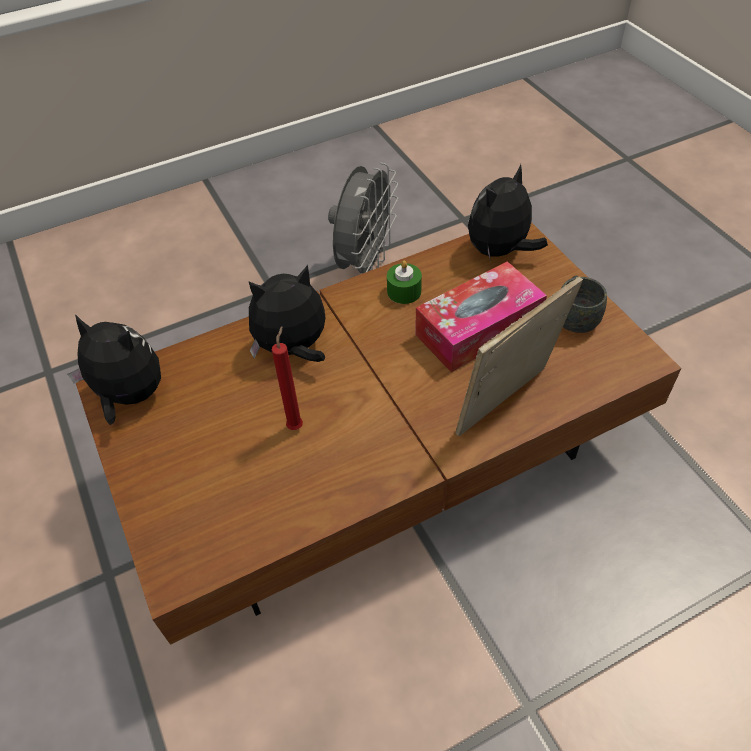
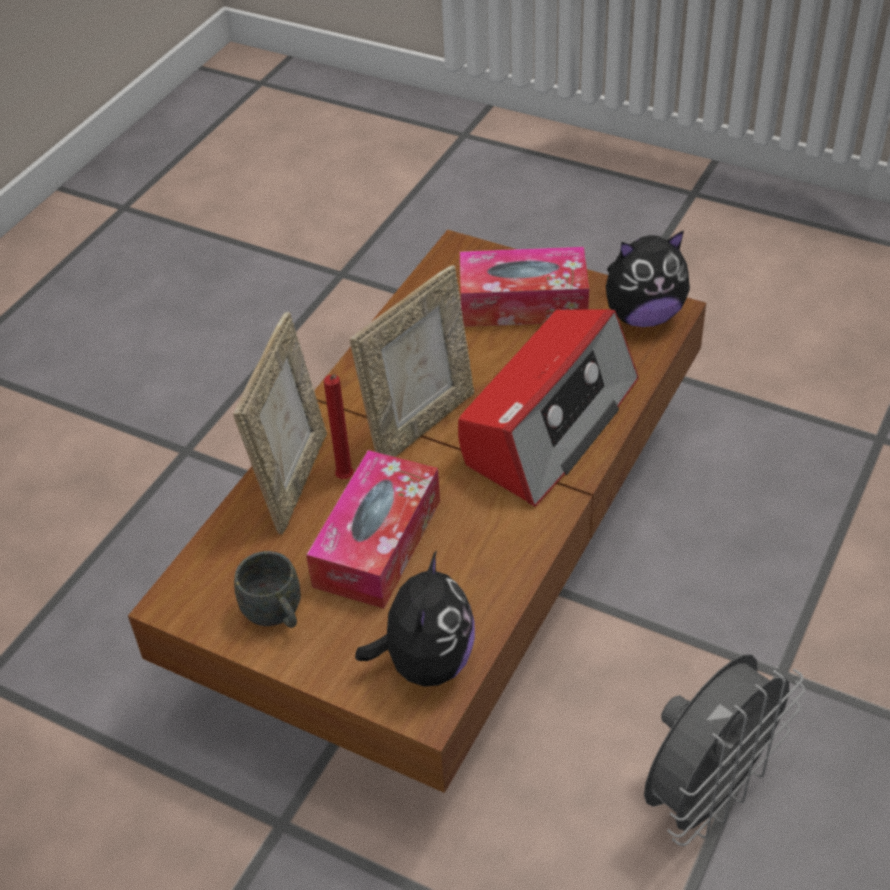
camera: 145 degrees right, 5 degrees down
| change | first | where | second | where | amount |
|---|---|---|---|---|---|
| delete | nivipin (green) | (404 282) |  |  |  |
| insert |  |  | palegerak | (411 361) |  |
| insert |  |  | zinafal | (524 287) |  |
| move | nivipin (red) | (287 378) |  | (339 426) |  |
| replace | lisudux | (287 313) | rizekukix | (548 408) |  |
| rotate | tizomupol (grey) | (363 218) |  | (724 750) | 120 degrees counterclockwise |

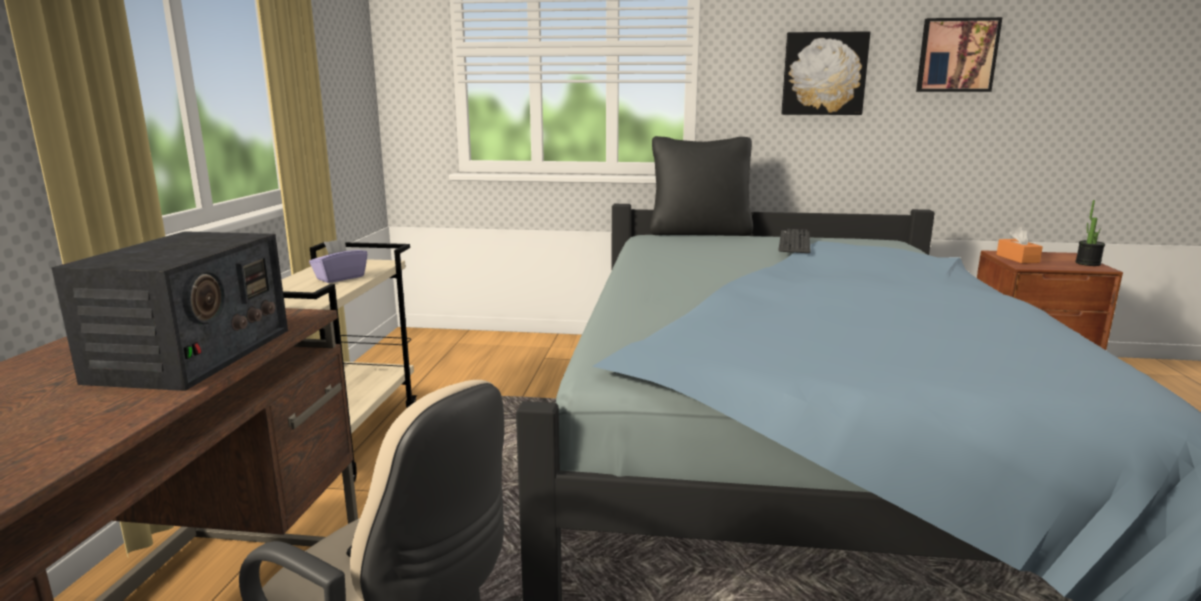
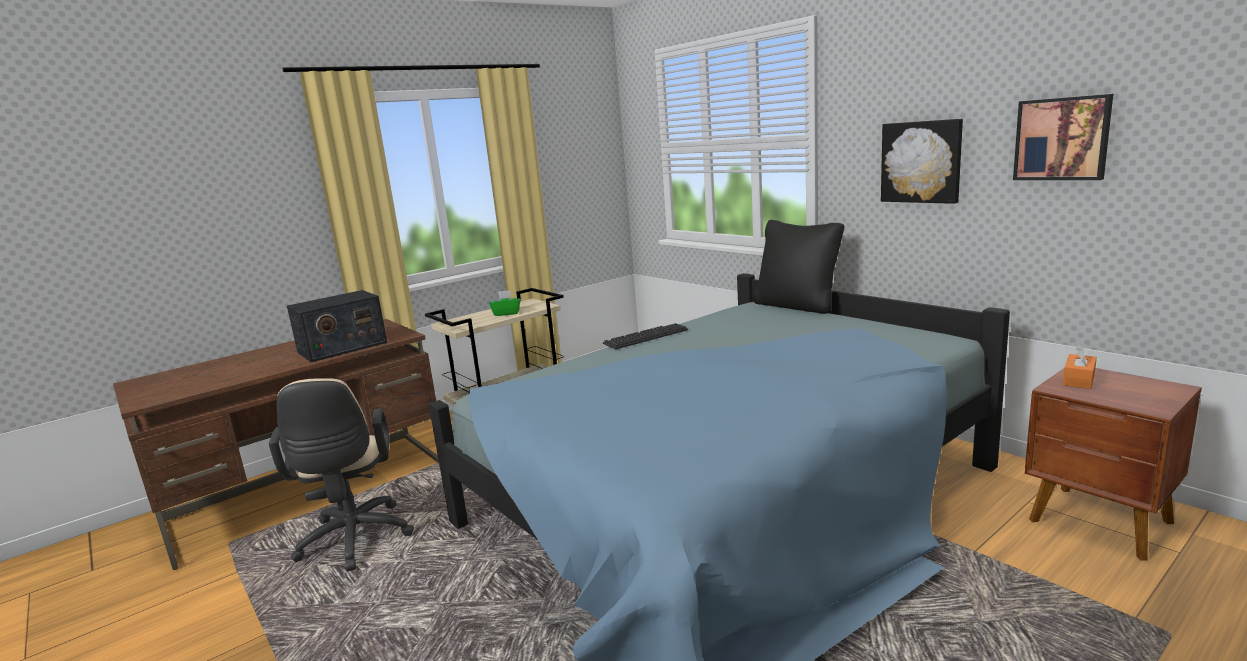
camera: 45 degrees right, 0 degrees up
| change | first | where | second | where | amount |
|---|---|---|---|---|---|
| delete | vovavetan | (1090 233) |  |  |  |
| move | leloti | (794 241) |  | (645 336) |  |
| recolor | zinafal (purple) | (338 261) | zinafal (green) | (505 303) |  |

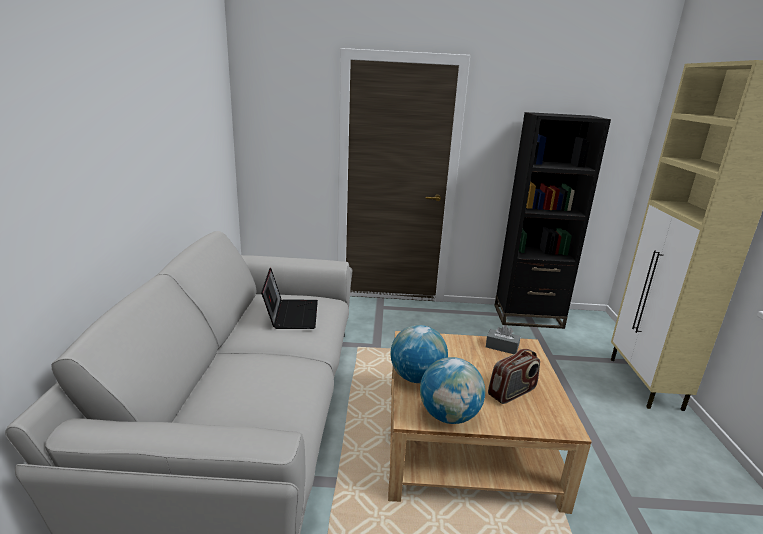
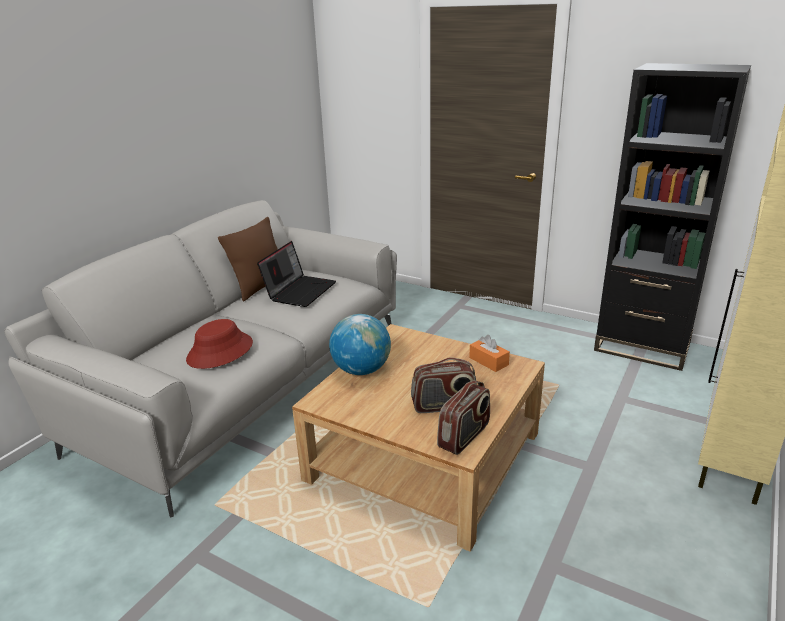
camera: 30 degrees right, 5 degrees up
| change | first | where | second | where | amount |
|---|---|---|---|---|---|
| delete | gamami | (452 390) |  |  |  |
| insert |  |  | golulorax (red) | (219 344) |  |
| insert |  |  | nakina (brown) | (248 259) |  |
| insert |  |  | rizekukix | (463 417) |  |
| recolor | zinafal (grey) | (503 339) | zinafal (orange) | (489 353) |  |

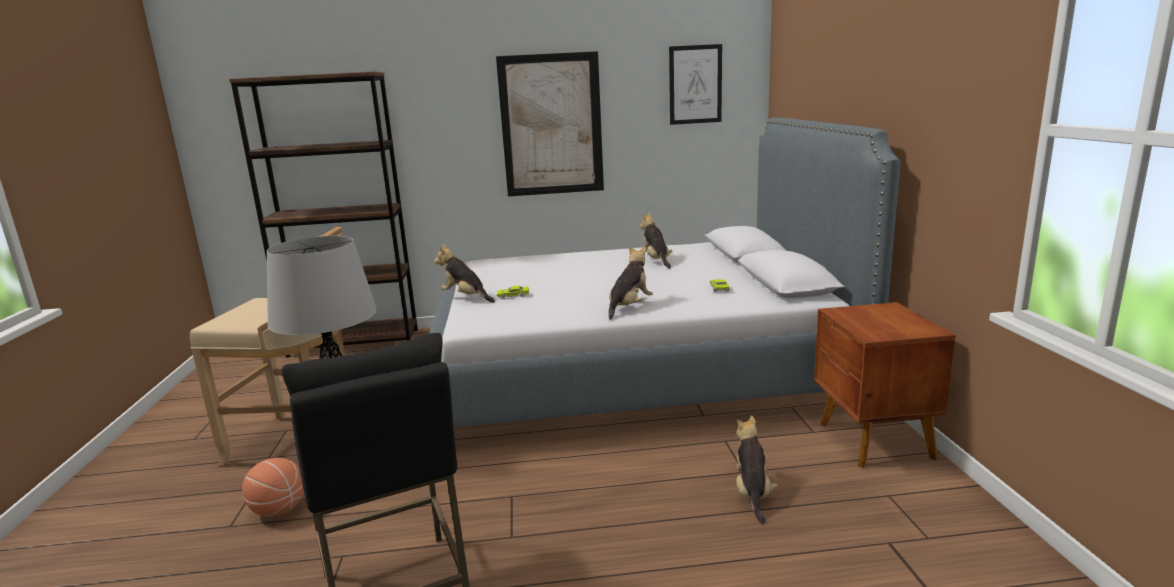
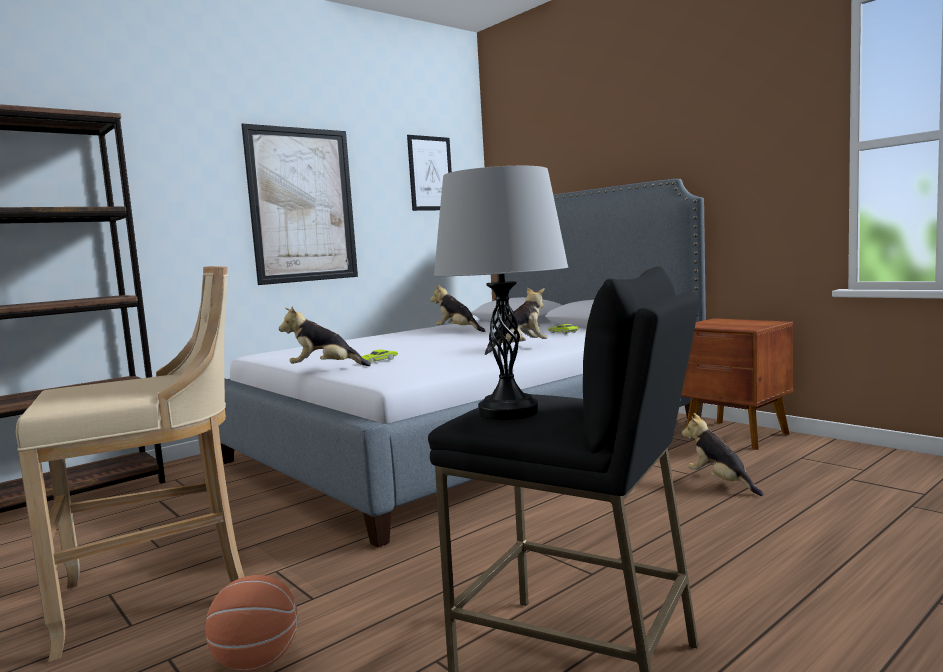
camera: 35 degrees left, 10 degrees down
| change | first | where | second | where | amount |
|---|---|---|---|---|---|
| rotate | lisudux | (631 283) |  | (516 321) | 60 degrees clockwise |

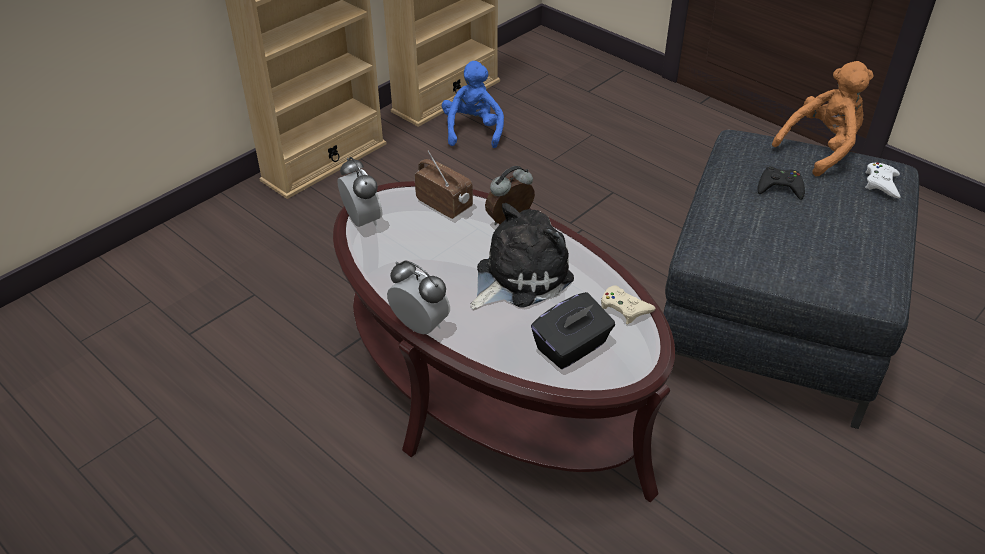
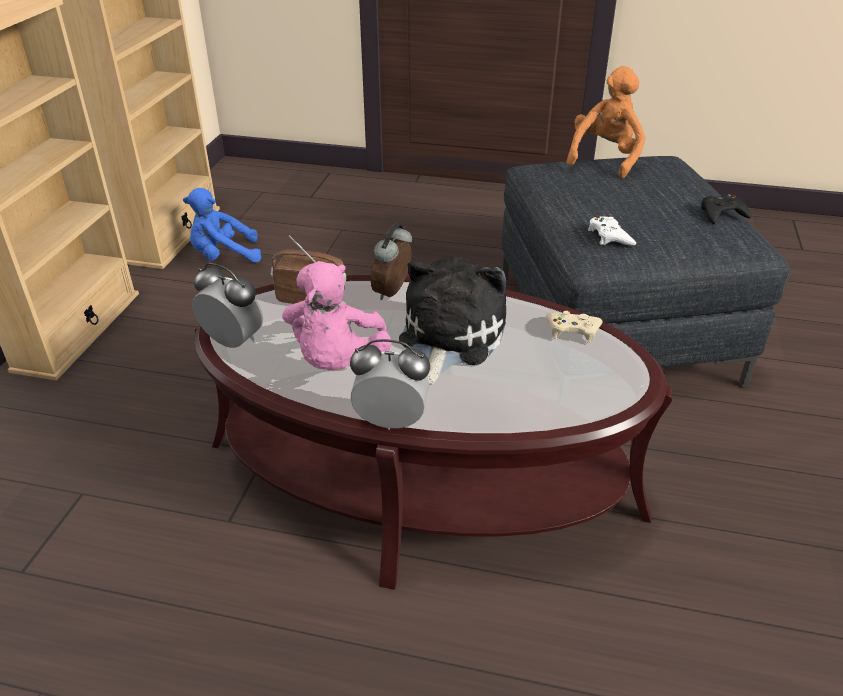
camera: 30 degrees left, 5 degrees down
| change | first | where | second | where | amount |
|---|---|---|---|---|---|
| delete | zinafal (black) | (573 330) |  |  |  |
| insert |  |  | lisudux (pink) | (337 315) |  |
| move | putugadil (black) | (781 183) |  | (726 209) |  |
| move | putugadil (white) | (882 180) |  | (612 230) |  |
| rotate | lisudux (blue) | (473 104) |  | (222 225) | 75 degrees counterclockwise |

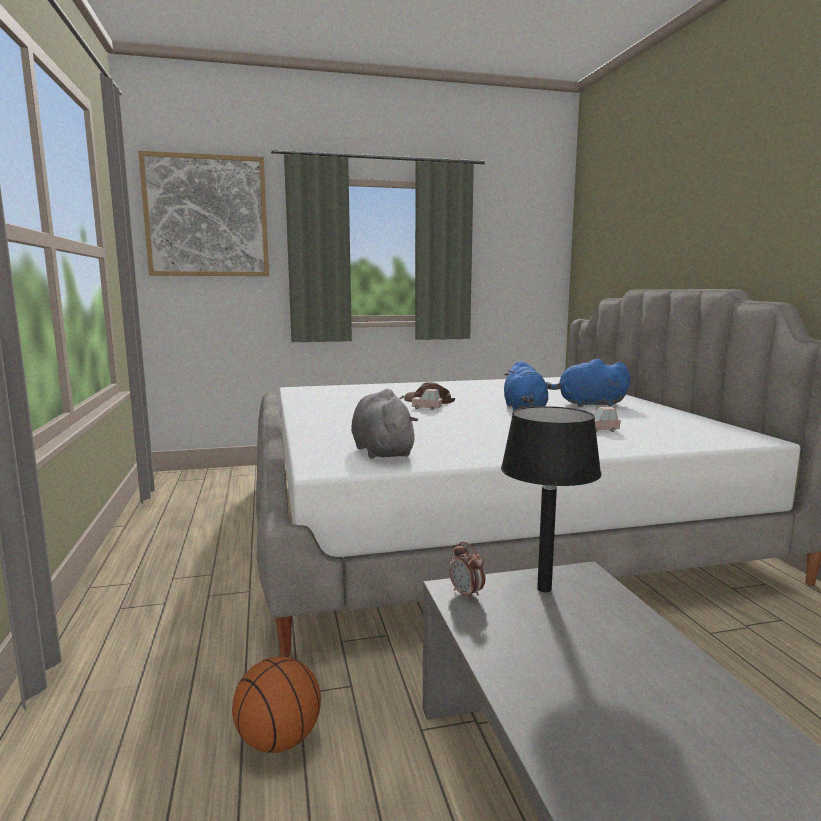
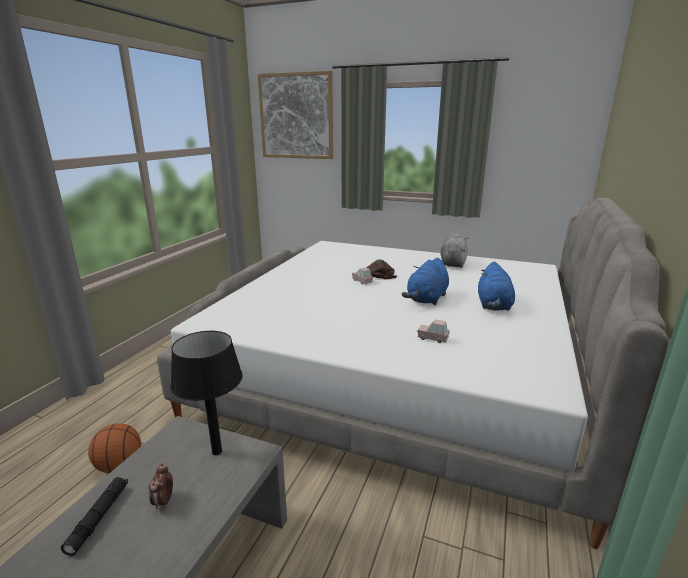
camera: 35 degrees right, 10 degrees up
| change | first | where | second | where | amount |
|---|---|---|---|---|---|
| insert |  |  | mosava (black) | (94 516) |  |
| move | lisudux (grey) | (384 424) |  | (454 250) |  |
| move | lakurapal | (467 571) |  | (161 486) |  |
| rotate | lisudux (blue) | (587 383) |  | (496 286) | 120 degrees counterclockwise |

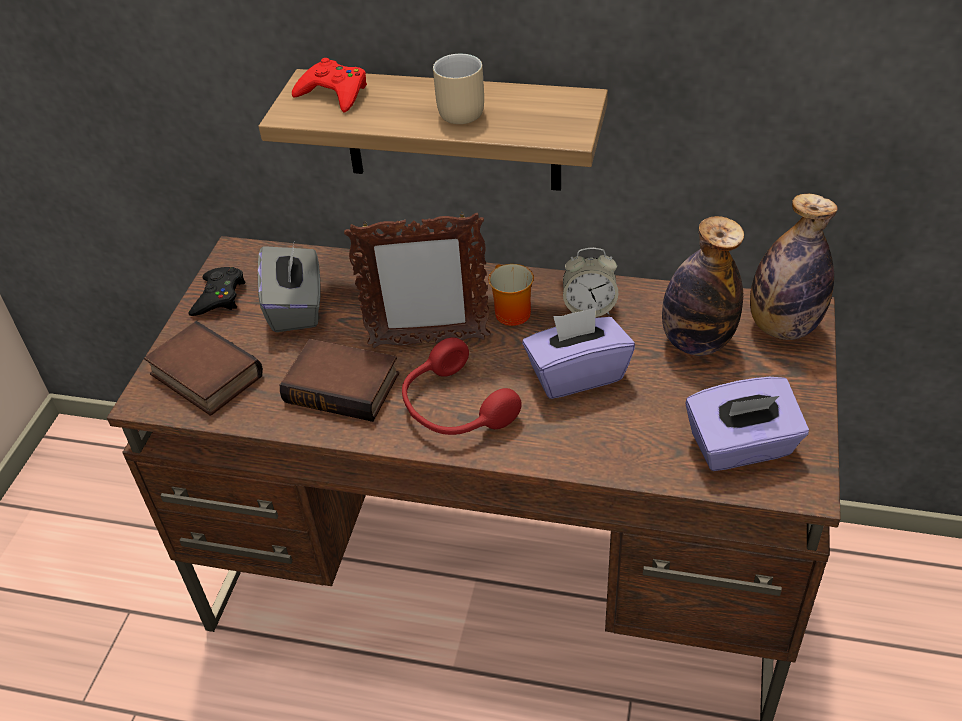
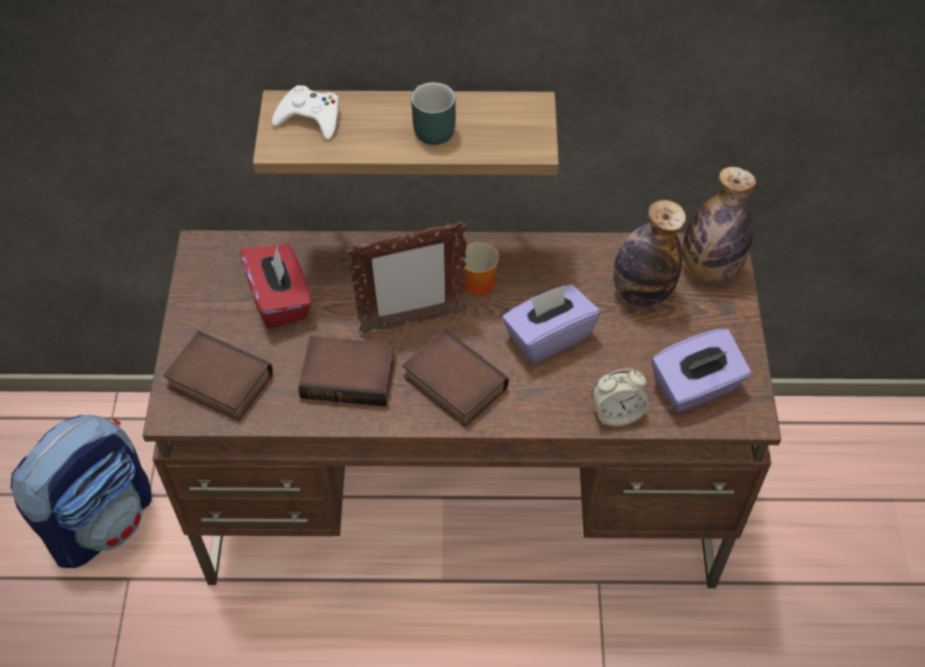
camera: 15 degrees left, 10 degrees up
| change | first | where | second | where | amount |
|---|---|---|---|---|---|
| delete | putugadil (black) | (217 291) |  |  |  |
| insert |  |  | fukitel | (81 491) |  |
| move | lakurapal | (590 282) |  | (620 397) |  |
| replace | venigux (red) | (462 386) | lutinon | (456 378) |  |
| recolor | zinafal (grey) | (289 286) | zinafal (red) | (276 286) |  |
| recolor | putugadil (red) | (329 85) | putugadil (white) | (305 112) |  |
| recolor | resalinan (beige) | (458 89) | resalinan (turquoise) | (433 113) |  |

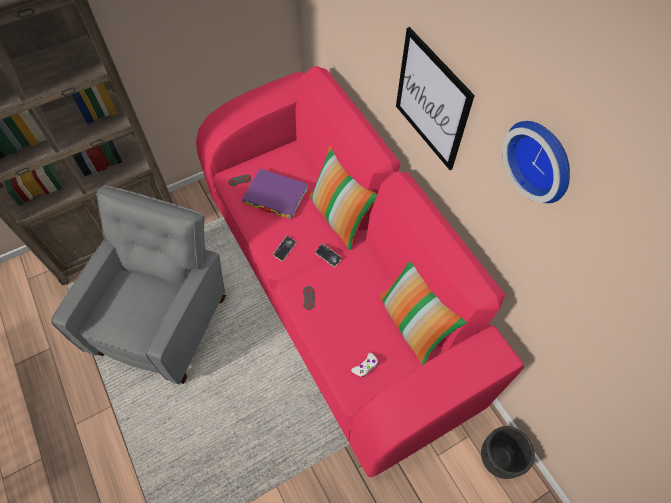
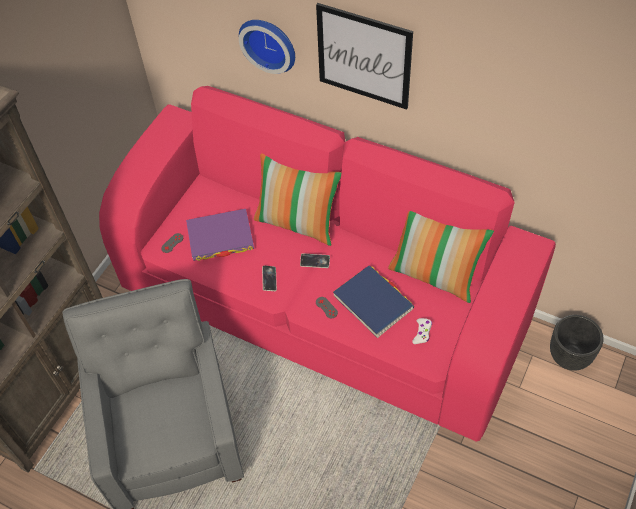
camera: 30 degrees left, 5 degrees down
| change | first | where | second | where | amount |
|---|---|---|---|---|---|
| insert |  |  | lutinon (blue) | (373 301) |  |
| move | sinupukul | (536 162) |  | (267 47) |  |

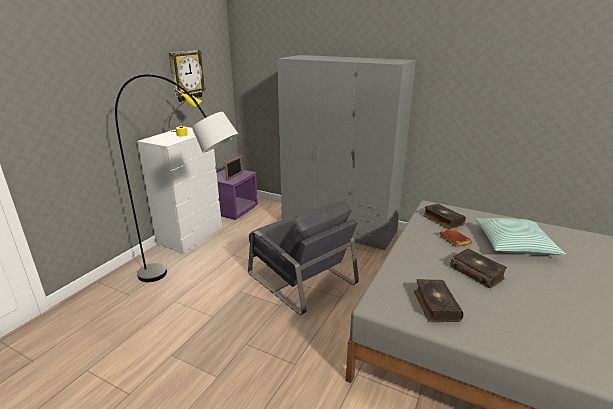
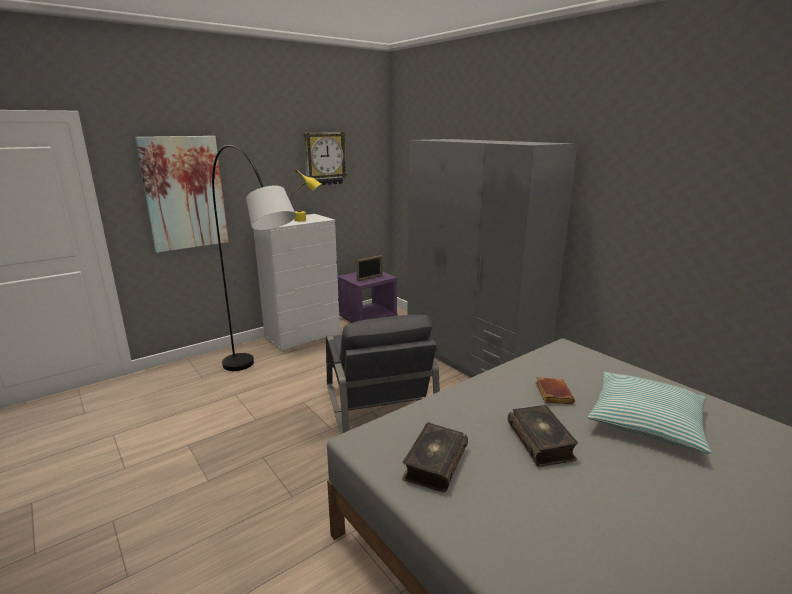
camera: 25 degrees right, 5 degrees down
| change | first | where | second | where | amount |
|---|---|---|---|---|---|
| delete | lutinon | (444 216) |  |  |  |
| insert |  |  | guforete | (181 194) |  |

